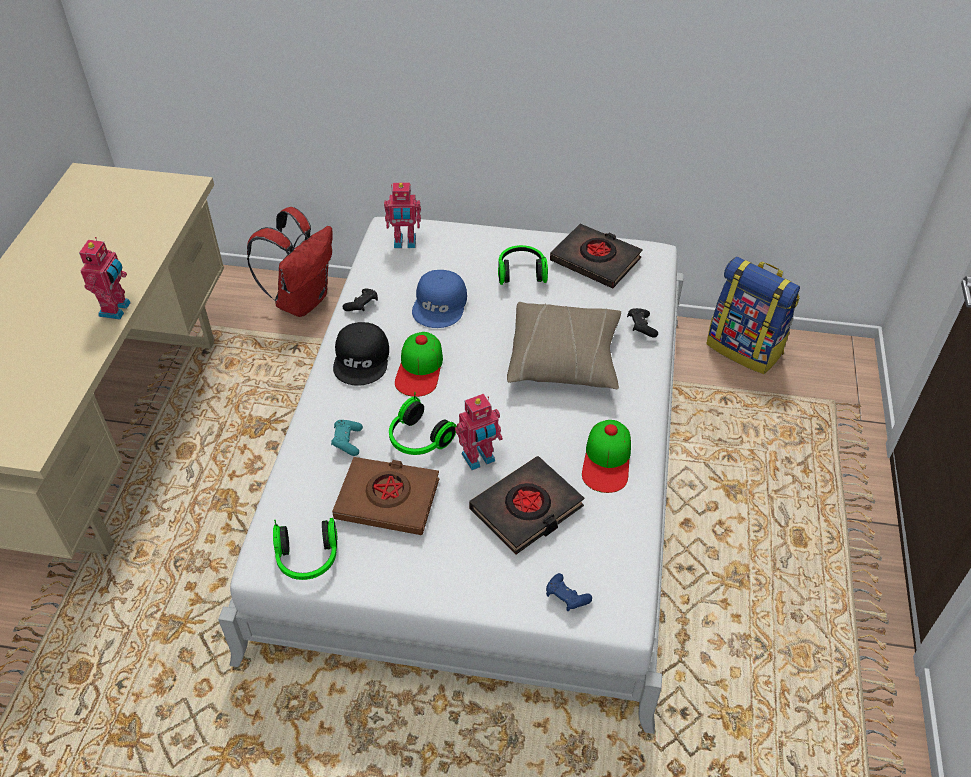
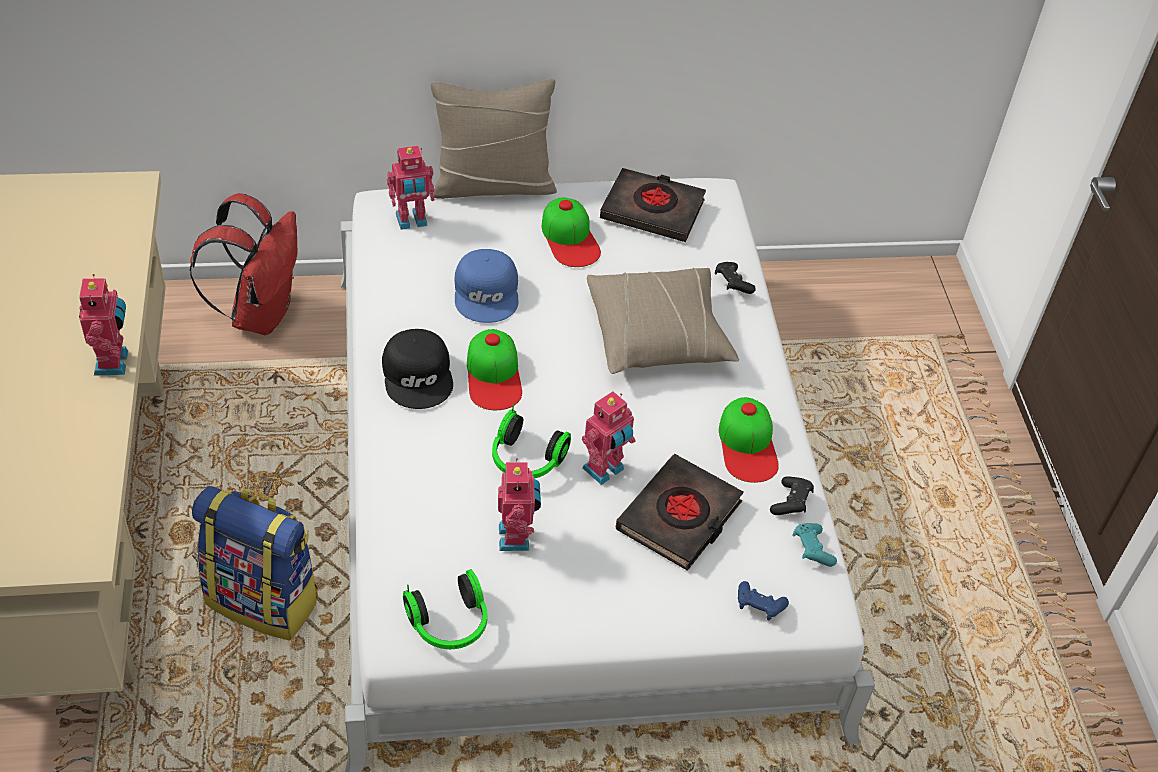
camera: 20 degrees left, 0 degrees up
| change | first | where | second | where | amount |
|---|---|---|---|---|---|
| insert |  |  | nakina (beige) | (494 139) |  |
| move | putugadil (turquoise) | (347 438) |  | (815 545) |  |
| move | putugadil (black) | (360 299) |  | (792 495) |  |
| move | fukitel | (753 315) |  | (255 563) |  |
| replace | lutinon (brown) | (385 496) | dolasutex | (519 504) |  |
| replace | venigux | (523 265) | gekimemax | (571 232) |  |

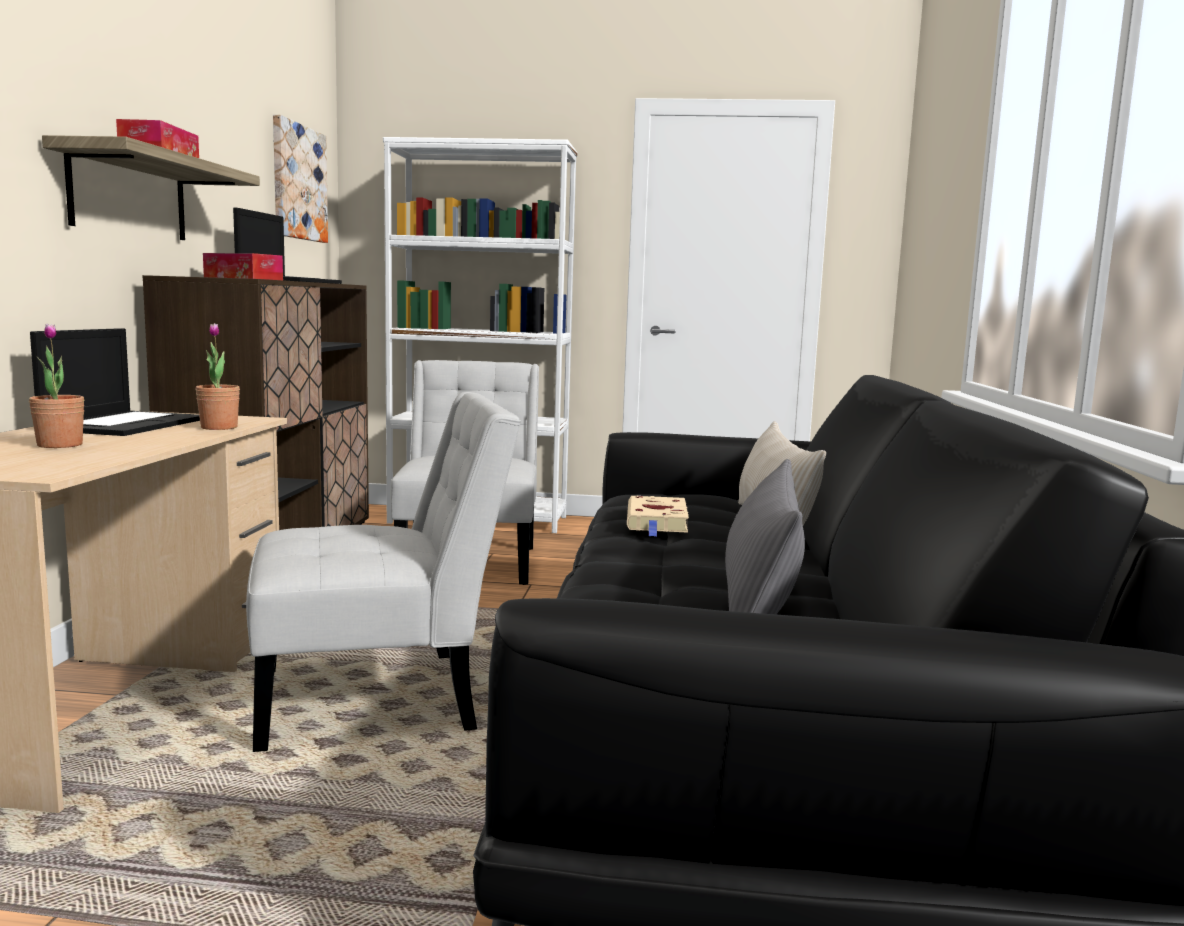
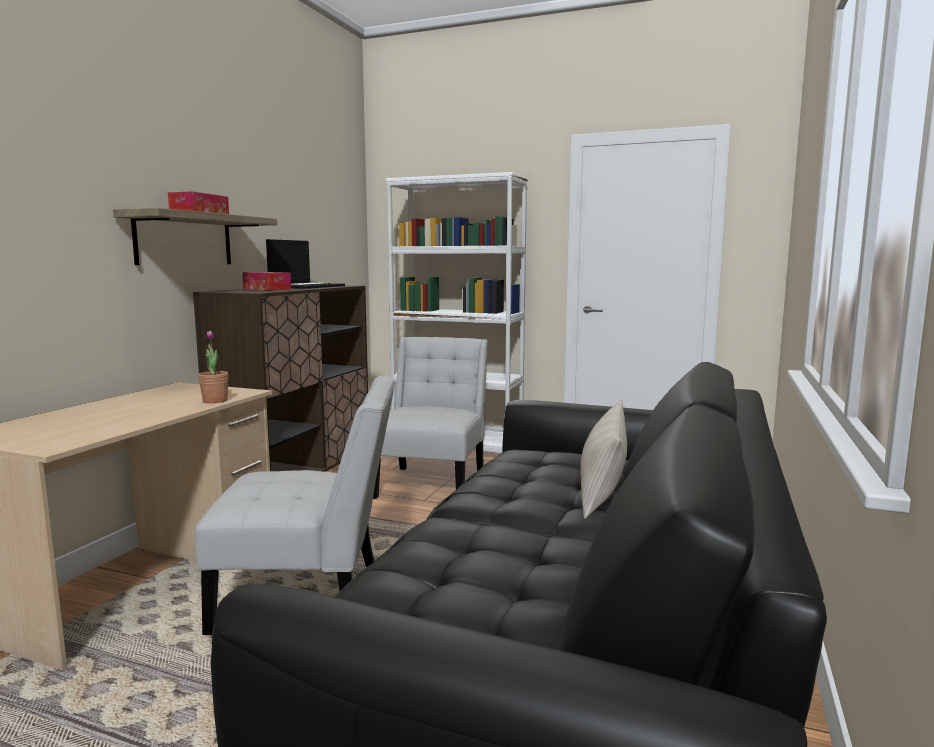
camera: 15 degrees right, 0 degrees up
| change | first | where | second | where | amount |
|---|---|---|---|---|---|
| delete | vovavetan | (57 386) |  |  |  |
| delete | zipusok | (115 382) |  |  |  |
| delete | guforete | (300 179) |  |  |  |
| delete | lutinon (beige) | (658 516) |  |  |  |
| delete | nakina (grey) | (765 536) |  |  |  |

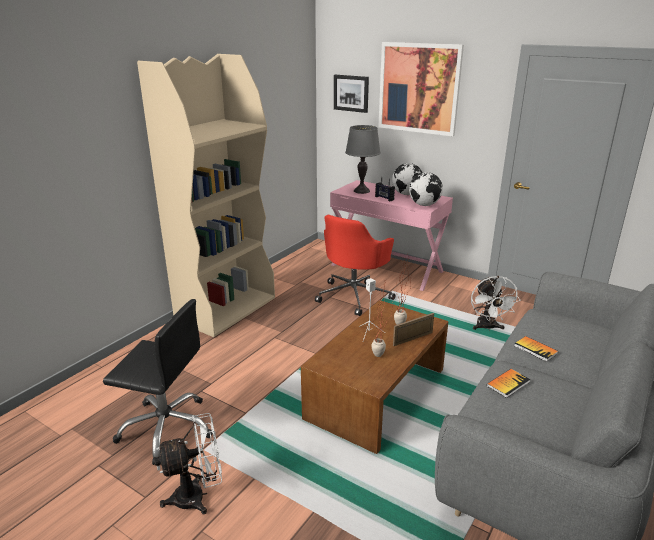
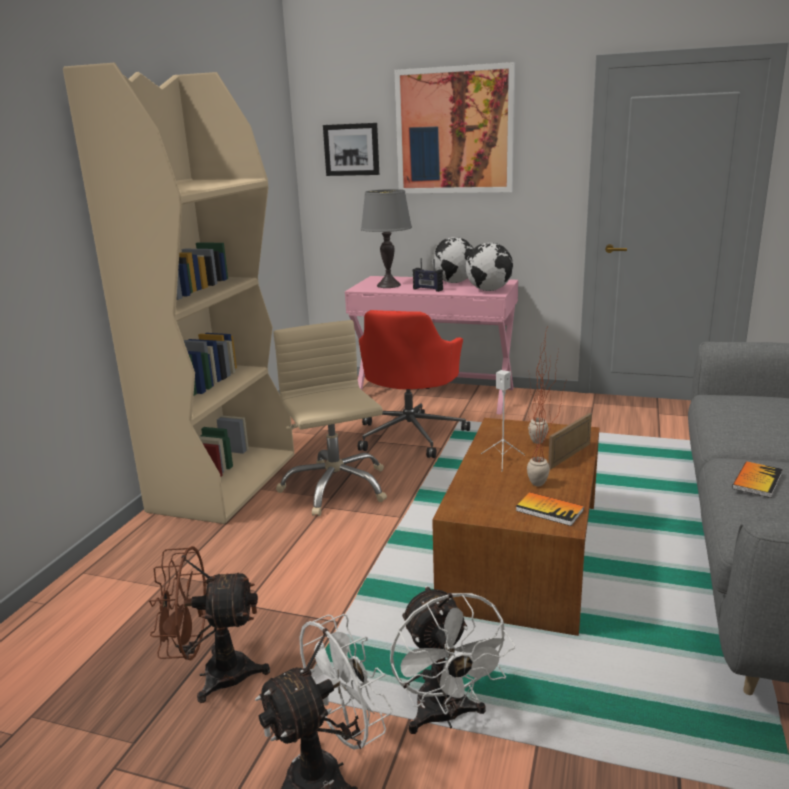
camera: 15 degrees left, 5 degrees down
| change | first | where | second | where | amount |
|---|---|---|---|---|---|
| insert |  |  | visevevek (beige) | (330 418) |  |
| move | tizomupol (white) | (495 303) |  | (452 660) |  |
| move | lutinon | (536 349) |  | (550 509) |  |
| replace | visevevek (black) | (158 382) | tizomupol (brown) | (209 624) |  |

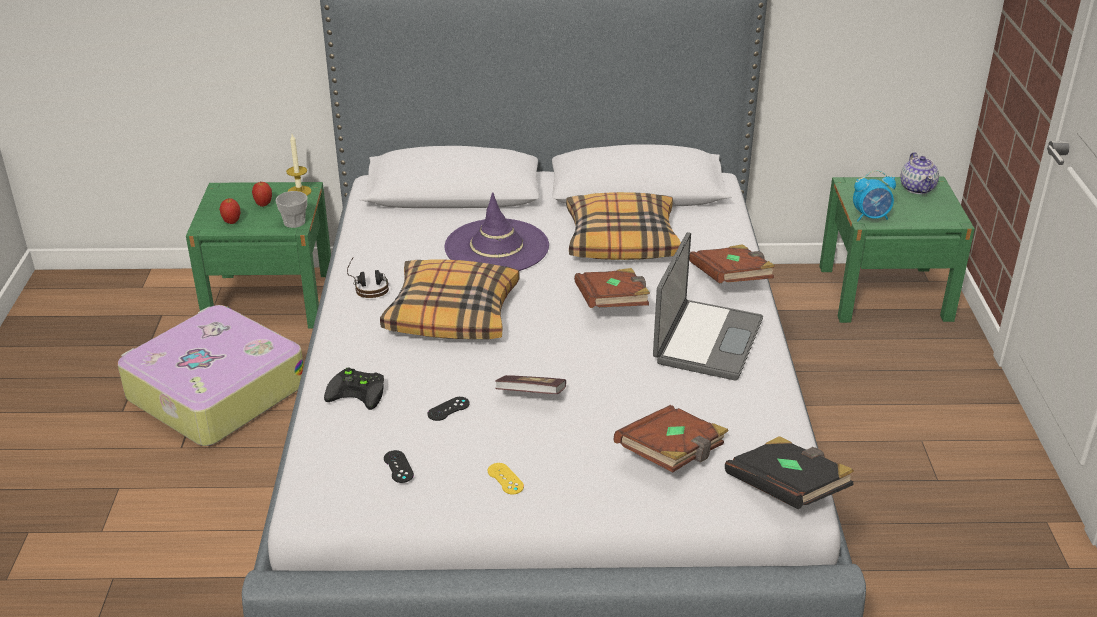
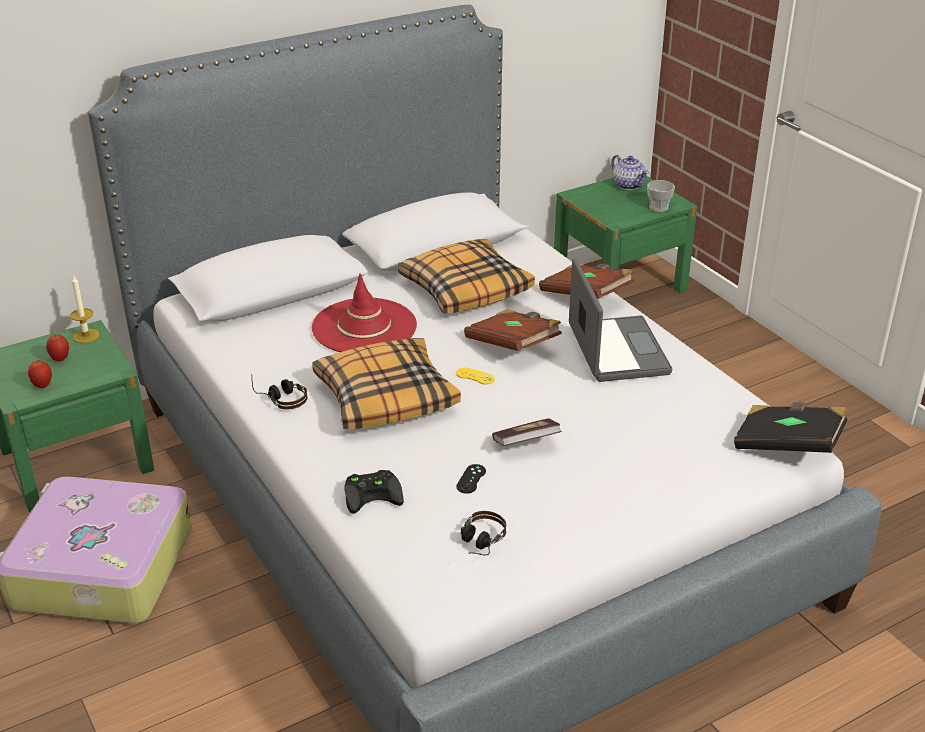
camera: 30 degrees left, 0 degrees up
| change | first | where | second | where | amount |
|---|---|---|---|---|---|
| delete | lutinon (brown) | (671 438) |  |  |  |
| delete | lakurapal | (874 195) |  |  |  |
| move | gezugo | (291 209) |  | (661 196) |  |
| move | putugadil (yellow) | (506 478) |  | (475 376) |  |
| replace | putugadil (black) | (399 466) | venigux | (483 533) |  |
| recolor | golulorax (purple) | (496 231) | golulorax (red) | (364 312) |  |

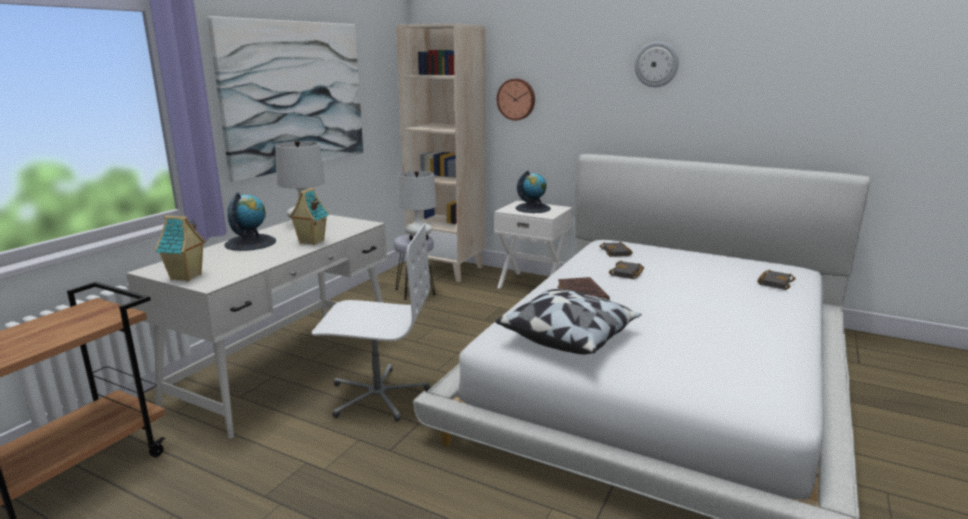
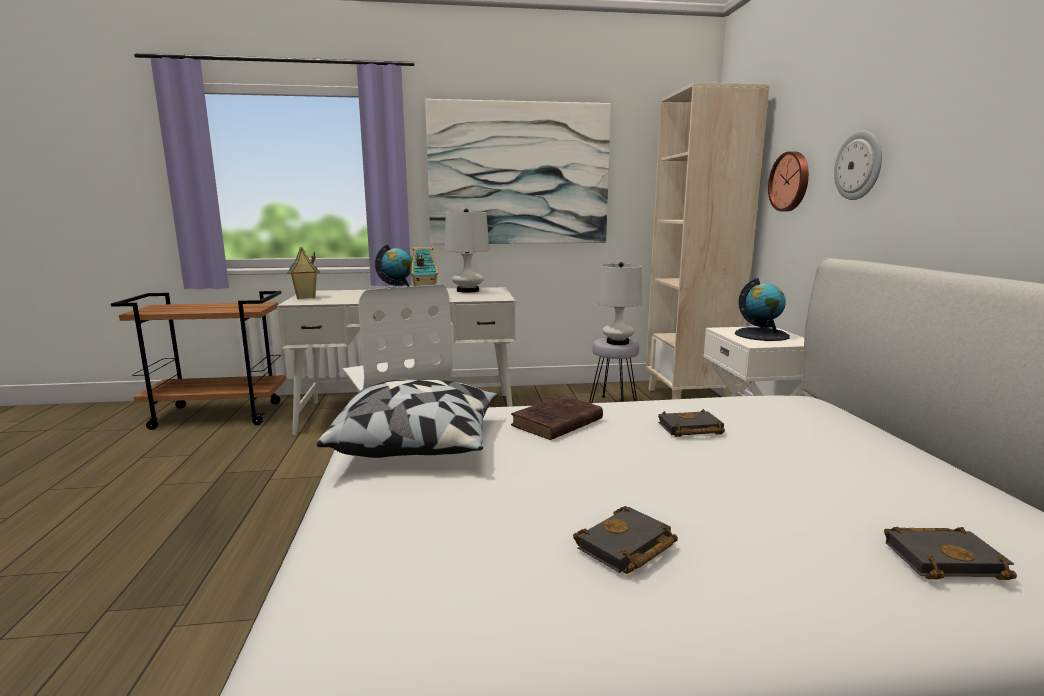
camera: 55 degrees right, 5 degrees down
| change | first | where | second | where | amount |
|---|---|---|---|---|---|
| move | lutinon (black) | (616 249) |  | (625 540) |  |
| move | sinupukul | (656 64) |  | (858 165) |  |

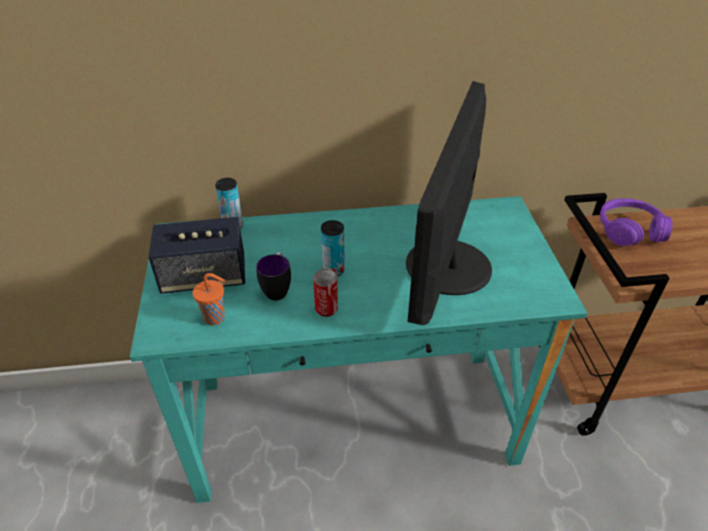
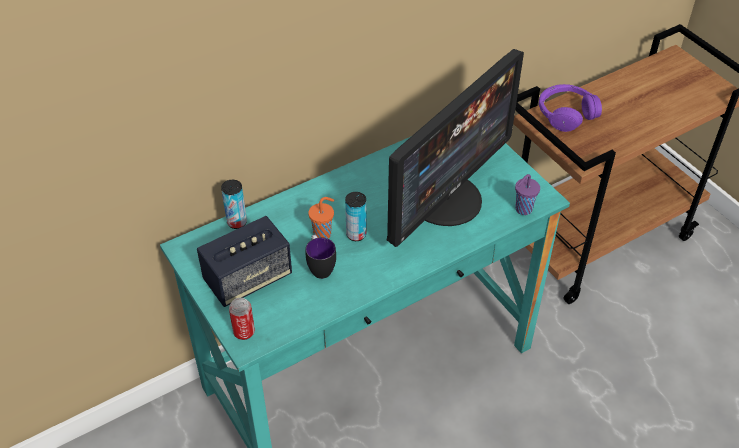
camera: 25 degrees left, 5 degrees up
| change | first | where | second | where | amount |
|---|---|---|---|---|---|
| insert |  |  | gezugo (purple) | (527 194) |  |
| move | gezugo (orange) | (208 299) |  | (321 218) |  |
| move | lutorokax | (325 292) |  | (242 319) |  |
| rotate | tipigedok | (449 203) |  | (455 148) | 135 degrees counterclockwise |

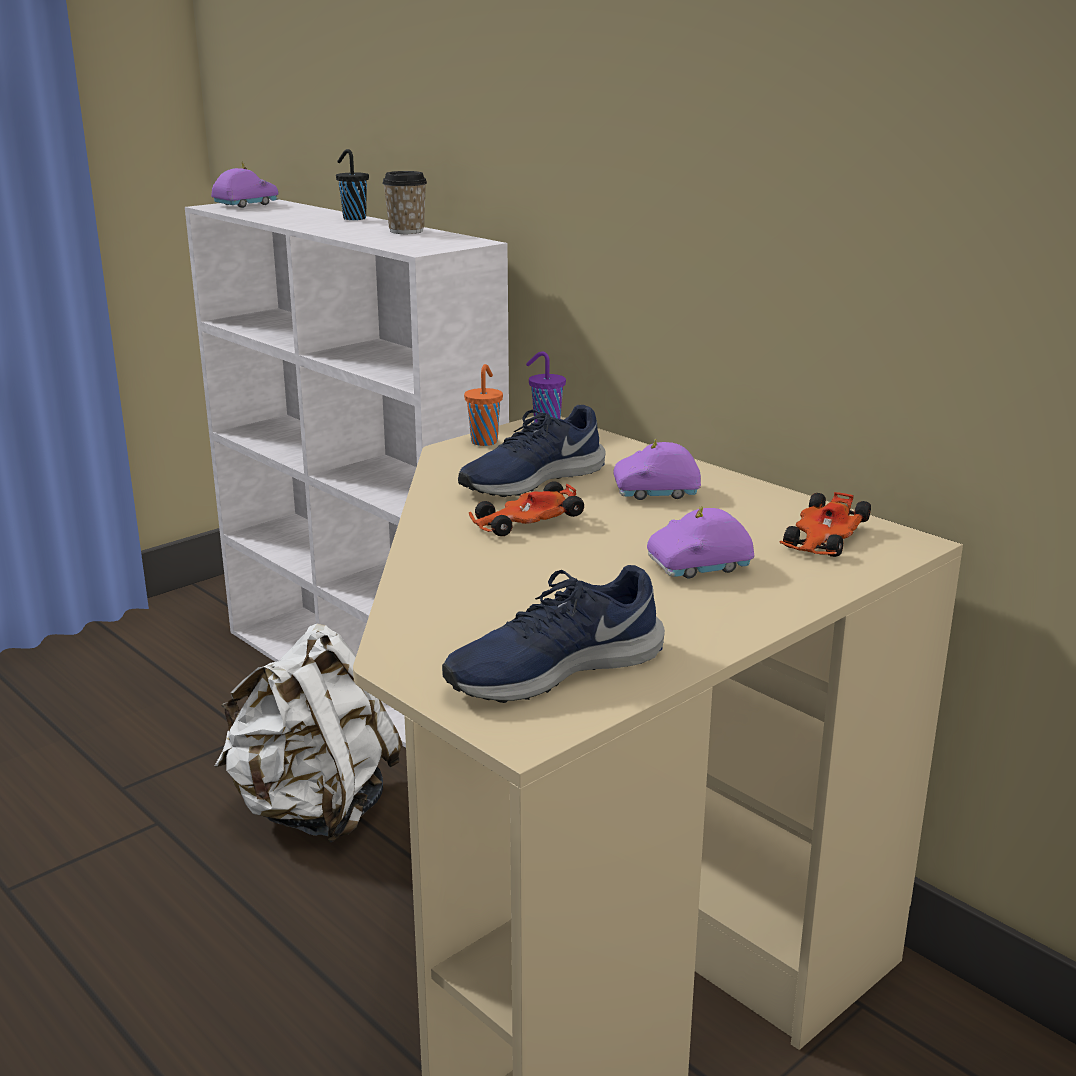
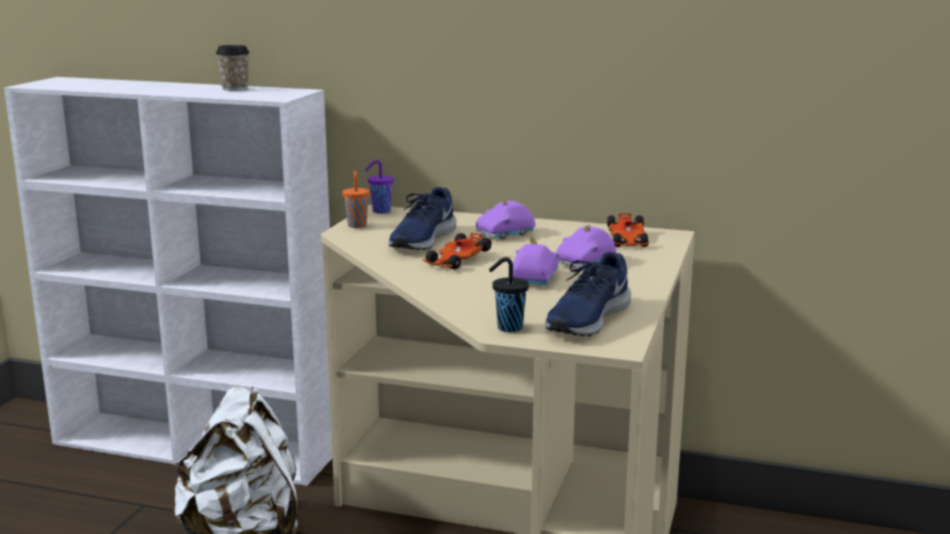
camera: 30 degrees left, 5 degrees down
| change | first | where | second | where | amount |
|---|---|---|---|---|---|
| move | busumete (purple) | (245 185) |  | (536 261) |  |
| move | gezugo (black) | (352 184) |  | (509 294) |  |

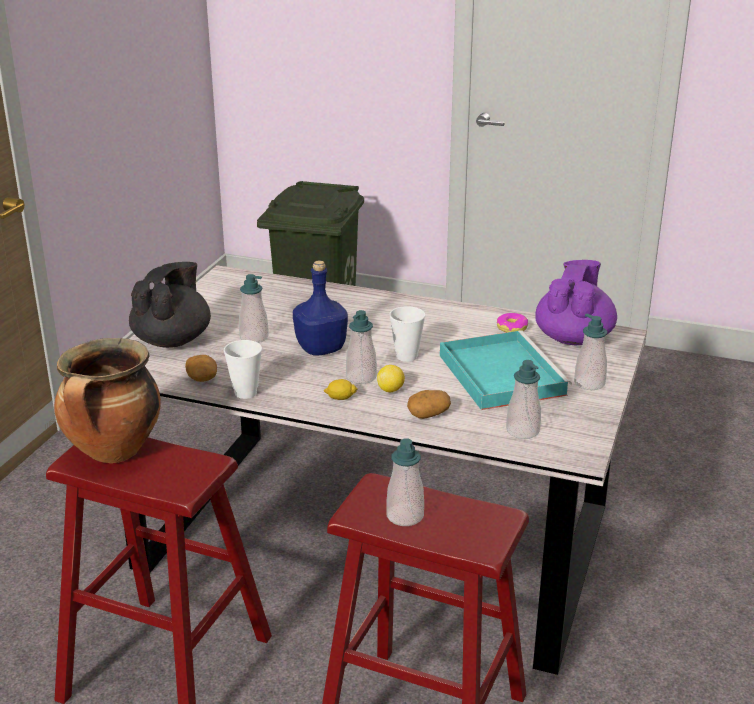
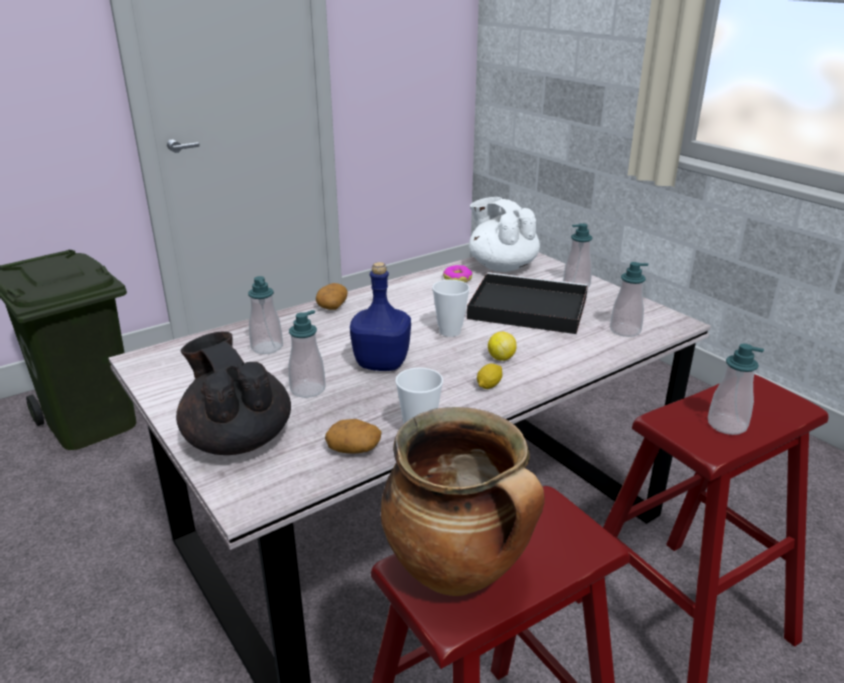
camera: 55 degrees left, 0 degrees up
| change | first | where | second | where | amount |
|---|---|---|---|---|---|
| move | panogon | (361 347) |  | (265 315) |  |
| move | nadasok | (429 404) |  | (332 296) |  |
| recolor | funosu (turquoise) | (506 370) | funosu (black) | (527 303) |  |
| recolor | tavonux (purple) | (576 302) | tavonux (white) | (504 234) |  |

